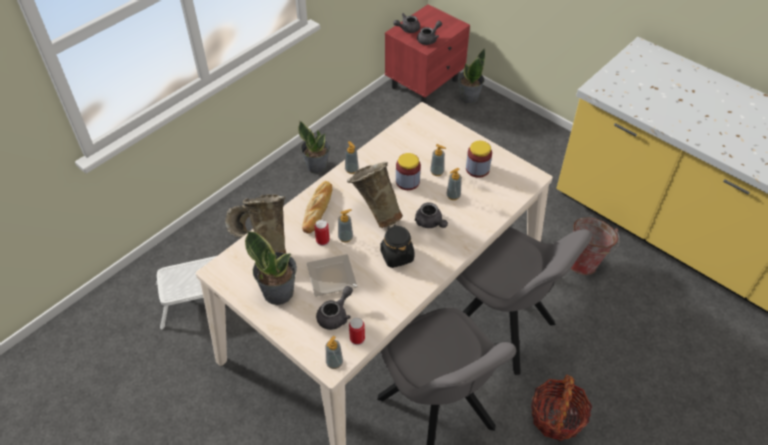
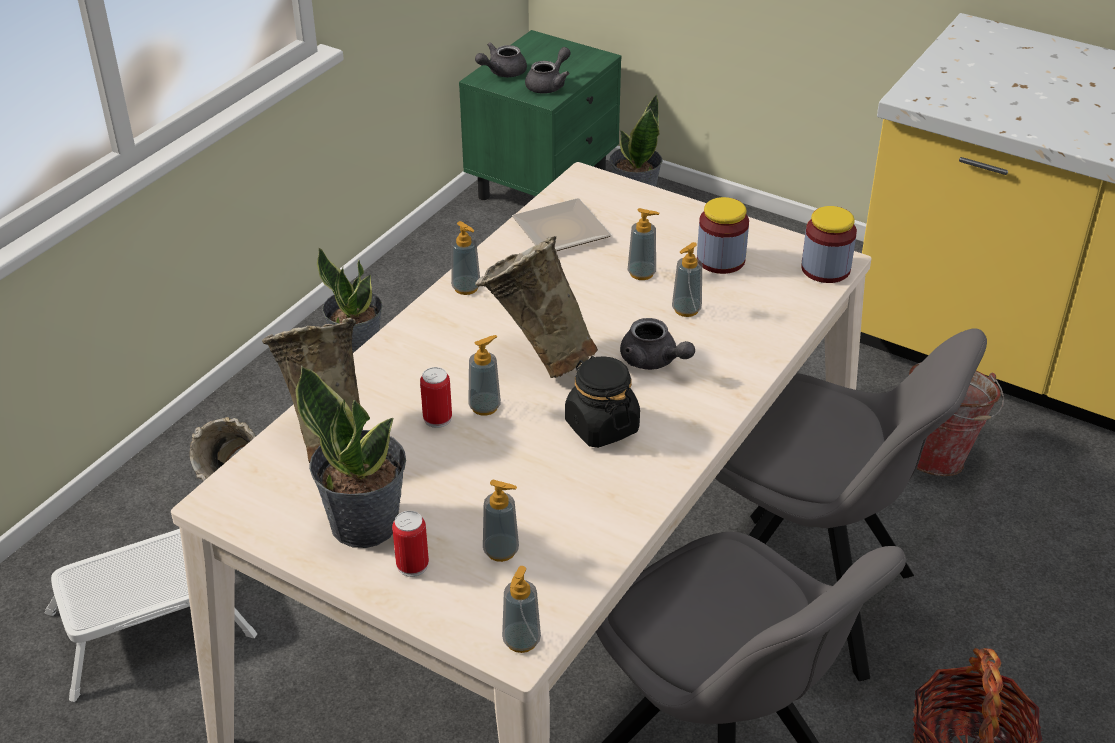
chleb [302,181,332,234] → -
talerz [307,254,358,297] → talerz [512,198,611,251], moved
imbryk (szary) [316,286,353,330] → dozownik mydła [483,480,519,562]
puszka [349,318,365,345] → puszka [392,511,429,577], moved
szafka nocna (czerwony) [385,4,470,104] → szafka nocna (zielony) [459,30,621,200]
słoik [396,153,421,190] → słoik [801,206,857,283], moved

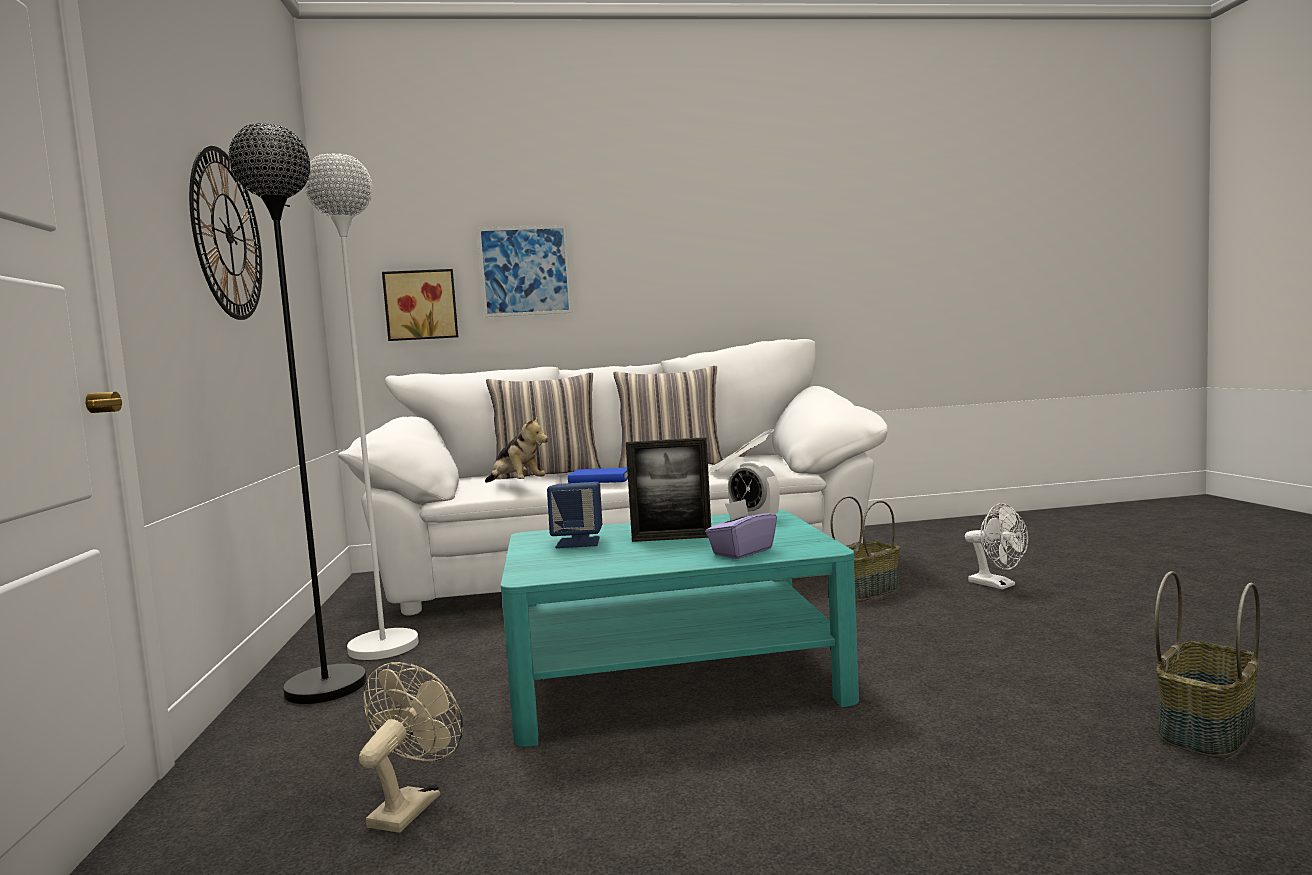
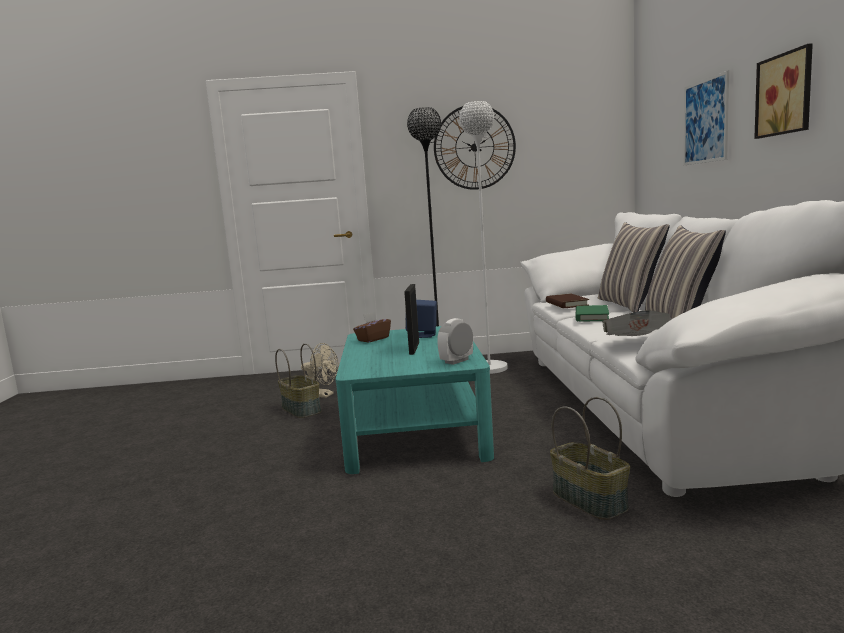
obraz [382,269,458,341] → obraz [754,43,813,139], moved
pluszak [485,416,548,483] → książka (brązowy) [546,294,589,308]
książka (niebieski) [568,468,628,483] → książka (zielony) [576,305,609,322]
pudełko chusteczek (fioletowy) [705,499,777,559] → -
wentylator (biały) [965,503,1028,590] → -
koszyk [1155,571,1260,759] → koszyk [275,343,321,418], moved
- → pudełko chusteczek (brązowy) [353,312,391,343]

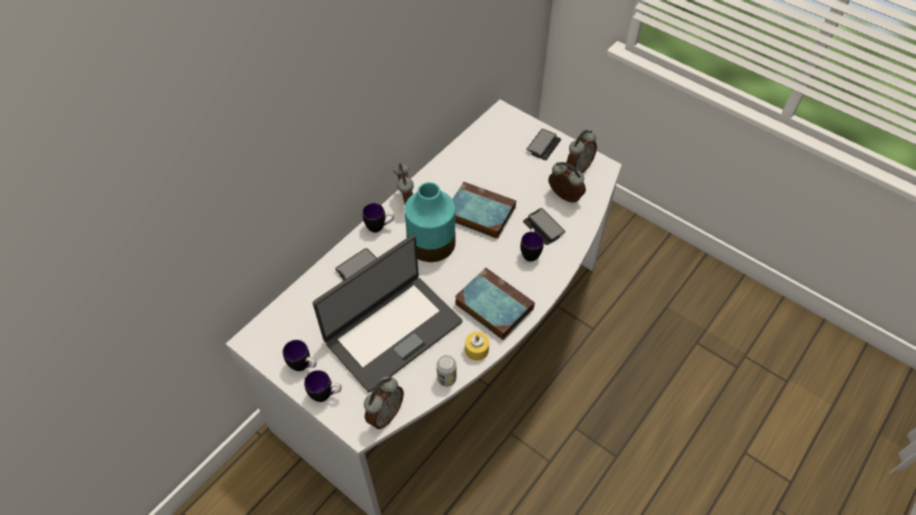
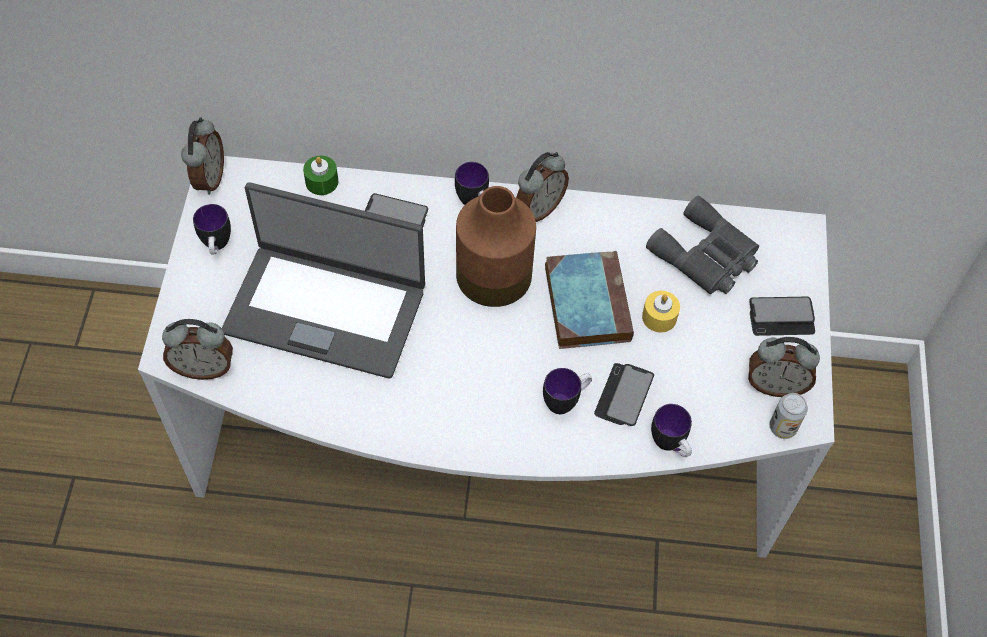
kubek [304,370,342,402] → kubek [651,404,692,457], moved
wazon (turkusowy) [405,182,455,262] → wazon (brązowy) [456,186,536,307]
puszka [437,355,456,387] → puszka [769,393,808,439], moved
książka [455,268,535,340] → -
świeca (żółty) [465,332,489,361] → świeca (żółty) [642,291,680,332], moved
budzik [549,162,586,203] → budzik [181,117,224,195], moved
- → świeca (zielony) [303,156,338,195]
- → lornetka (szary) [646,195,759,294]

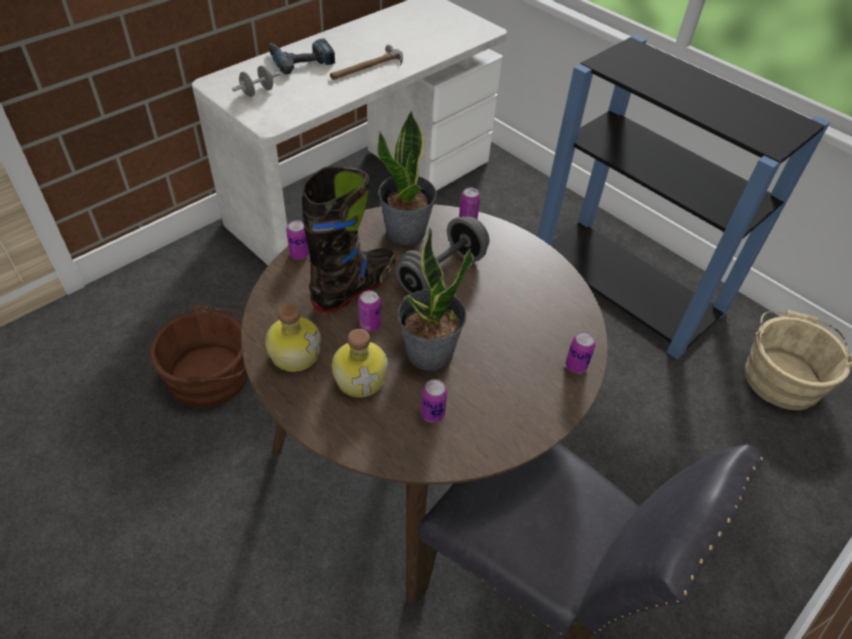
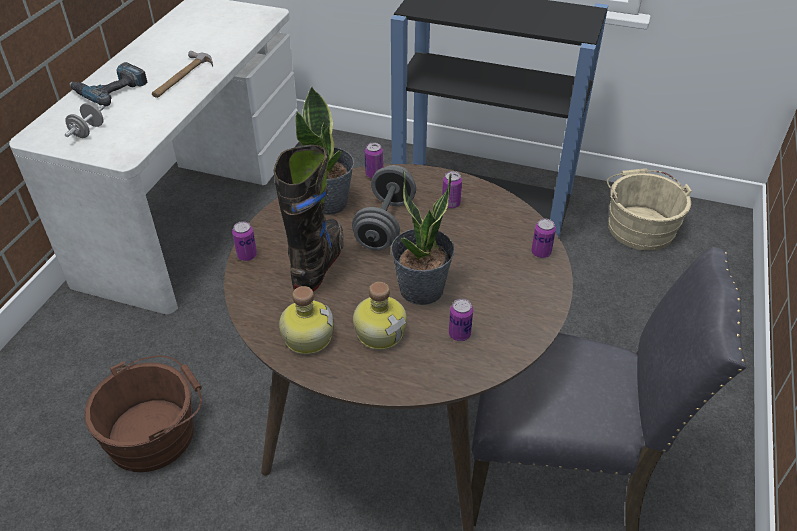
puszka [358,290,381,332] → puszka [442,171,462,209], moved

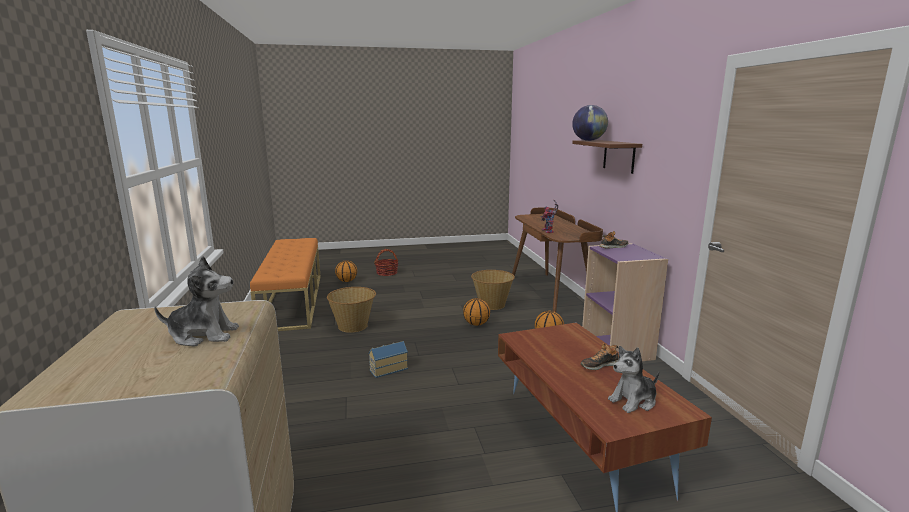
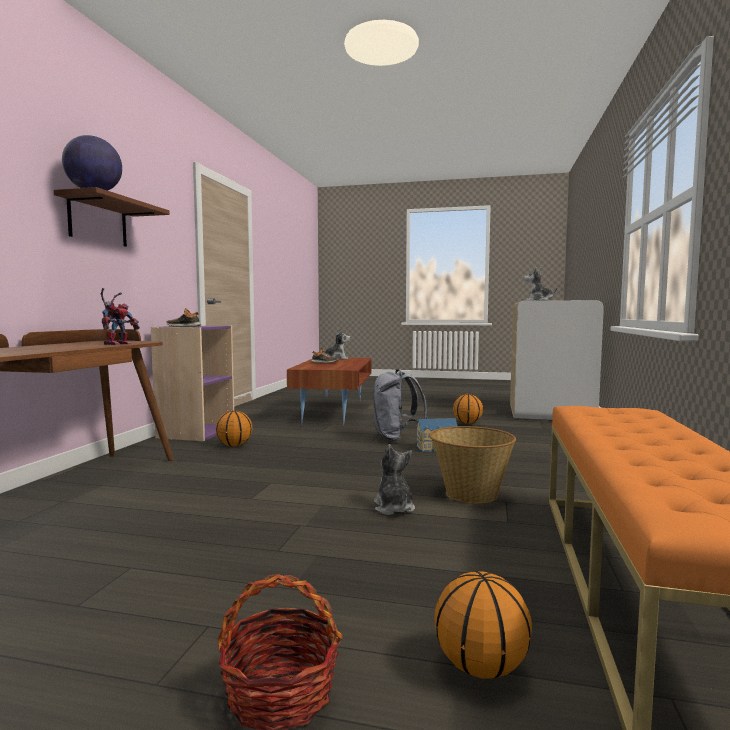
piłka do koszykówki [463,298,490,326] → piłka do koszykówki [453,394,483,424], moved
koszyk [471,270,515,310] → -
- → plecak (szary) [373,369,428,441]
- → pluszak [374,444,415,515]

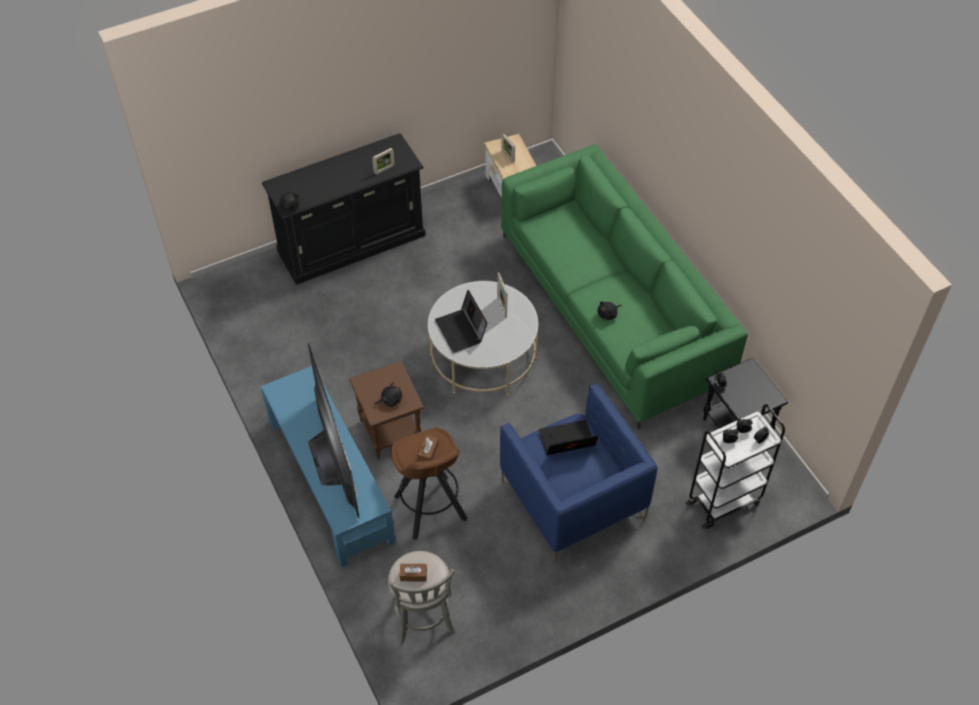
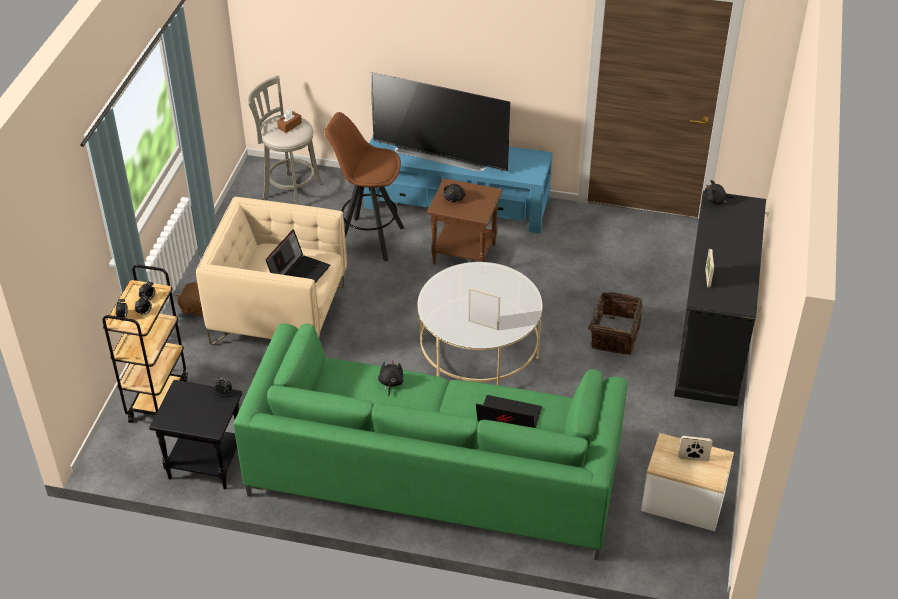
pudełko chusteczek (brązowy) [418,435,439,461] → -
laptop [435,290,487,353] → laptop [476,395,542,428], moved
fotel (niebieski) [500,383,658,562] → fotel (beżowy) [196,197,347,345]
wózek (biały) [686,404,785,529] → wózek (brązowy) [103,265,189,423]
- → pluszak (brązowy) [175,282,203,316]
- → koszyk [579,292,643,355]

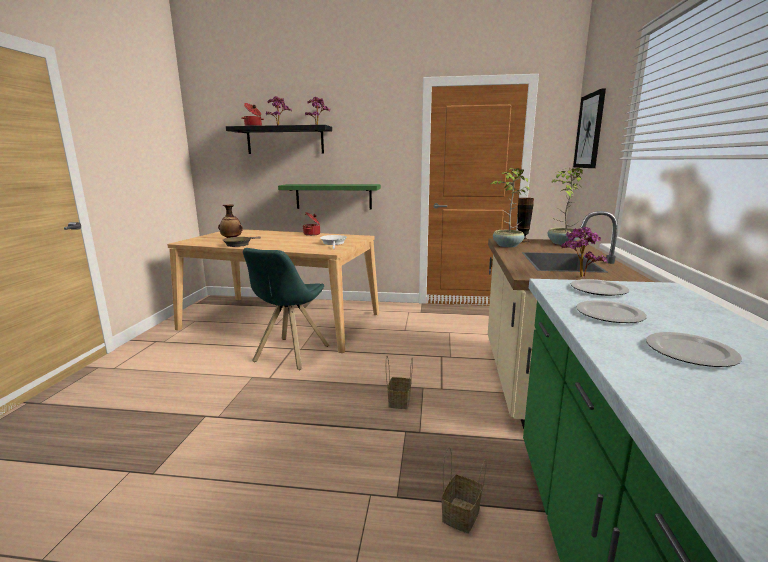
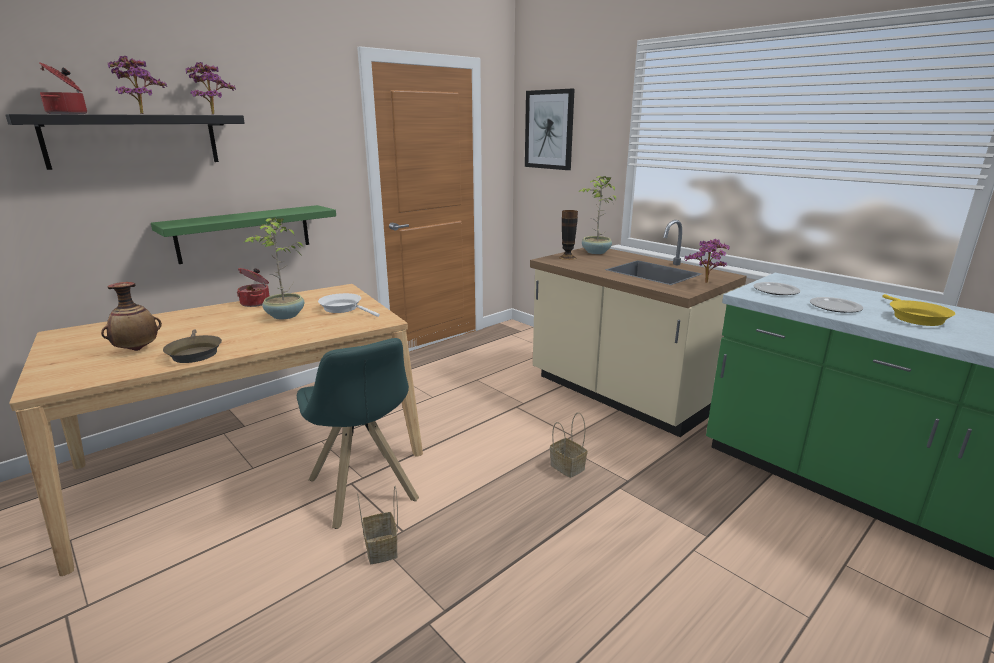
koszyk [441,447,486,533] → koszyk [357,486,398,564], moved
roślina doniczkowa [491,168,529,247] → roślina doniczkowa [244,217,304,319], moved
talerz [646,332,742,367] → patelnia (żółty) [883,294,955,326]

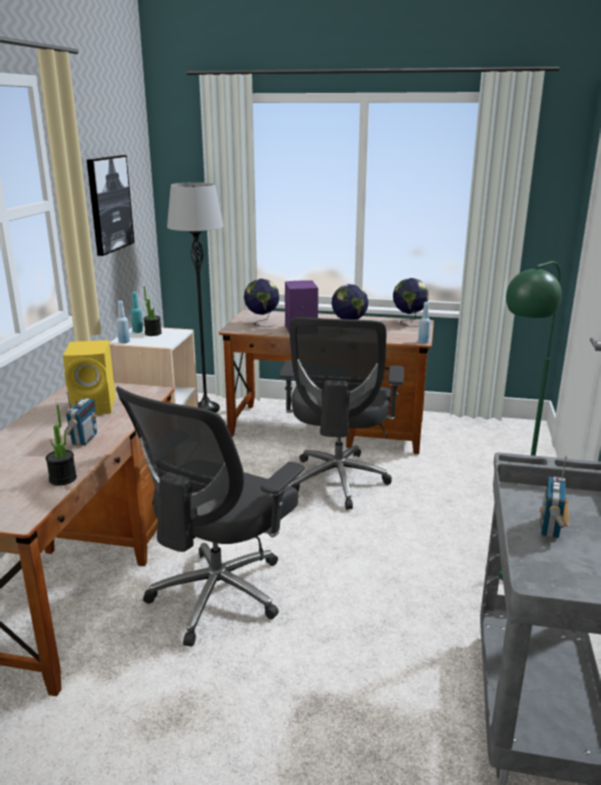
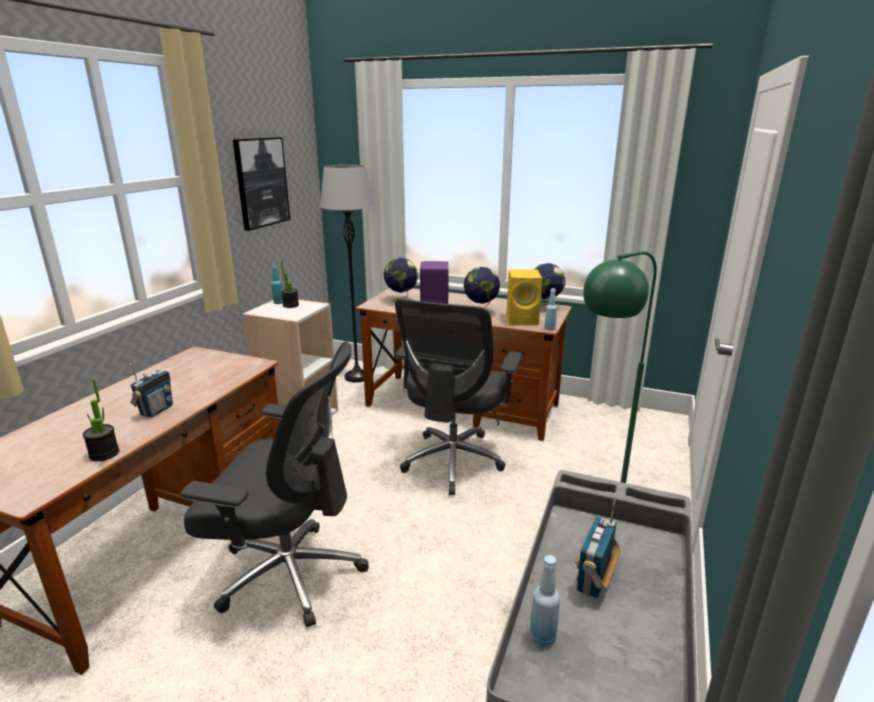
głośnik (żółty) [63,340,115,415] → głośnik (żółty) [507,269,542,325], moved
krzesło biurowe [116,386,305,646] → krzesło biurowe [180,341,369,627], 120 degrees counterclockwise
butelka (niebieski) [117,301,130,343] → butelka (niebieski) [529,555,560,647], moved

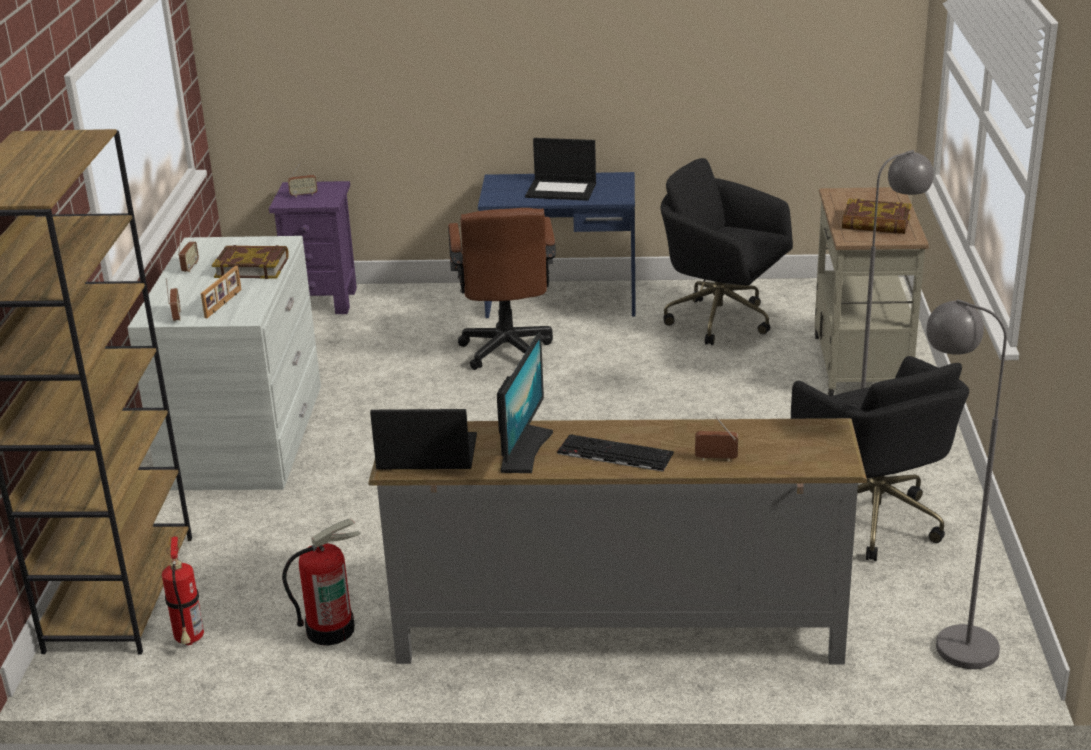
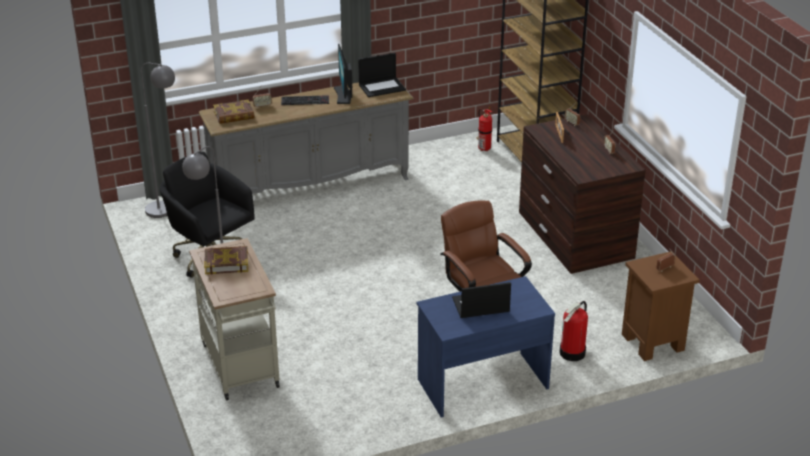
komoda (biały) [127,236,321,490] → komoda (brązowy) [519,114,646,274]
książka [212,245,289,279] → książka [213,100,255,124], moved
szafka nocna (fioletowy) [269,181,357,314] → szafka nocna (brązowy) [622,251,700,361]
gaśnica [282,519,360,645] → gaśnica [559,301,588,361], moved
krzesło biurowe (czarny) [661,158,793,345] → -

